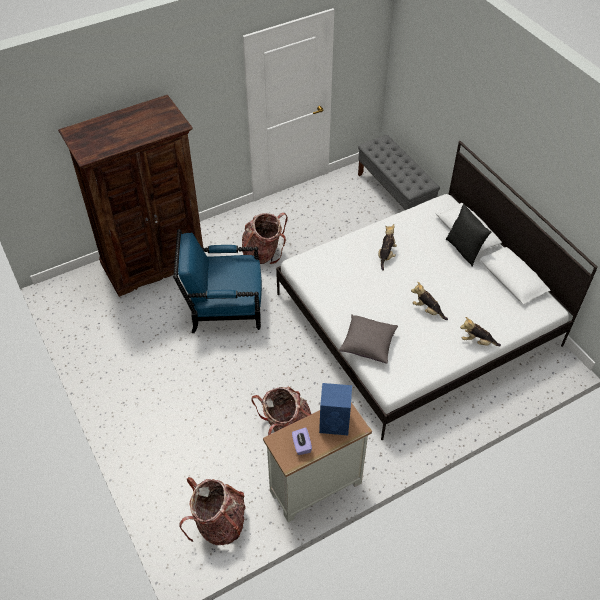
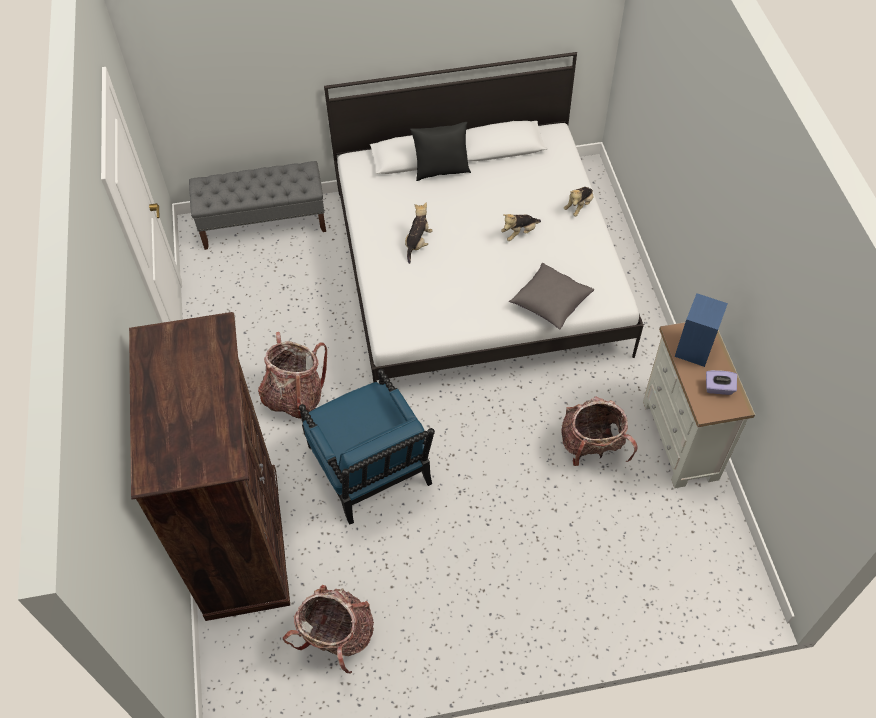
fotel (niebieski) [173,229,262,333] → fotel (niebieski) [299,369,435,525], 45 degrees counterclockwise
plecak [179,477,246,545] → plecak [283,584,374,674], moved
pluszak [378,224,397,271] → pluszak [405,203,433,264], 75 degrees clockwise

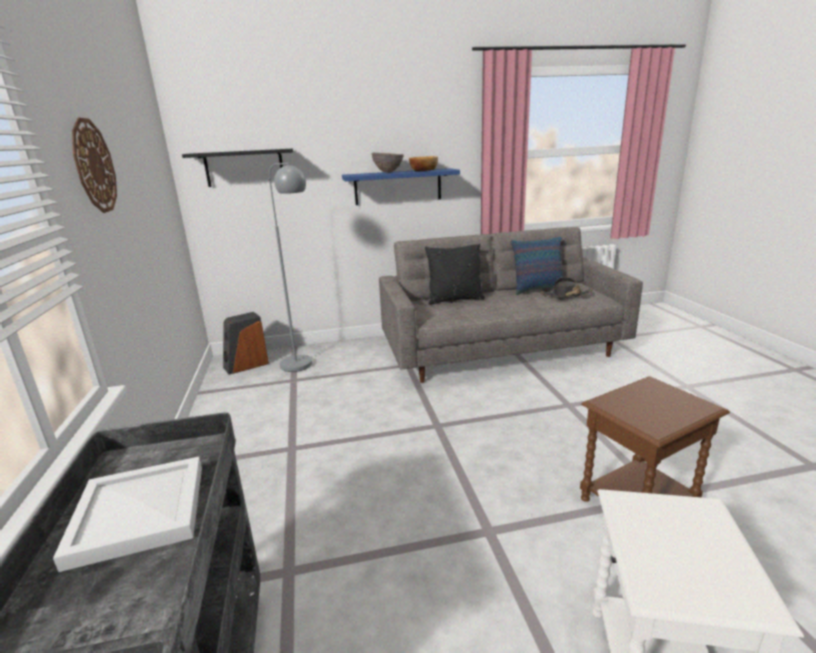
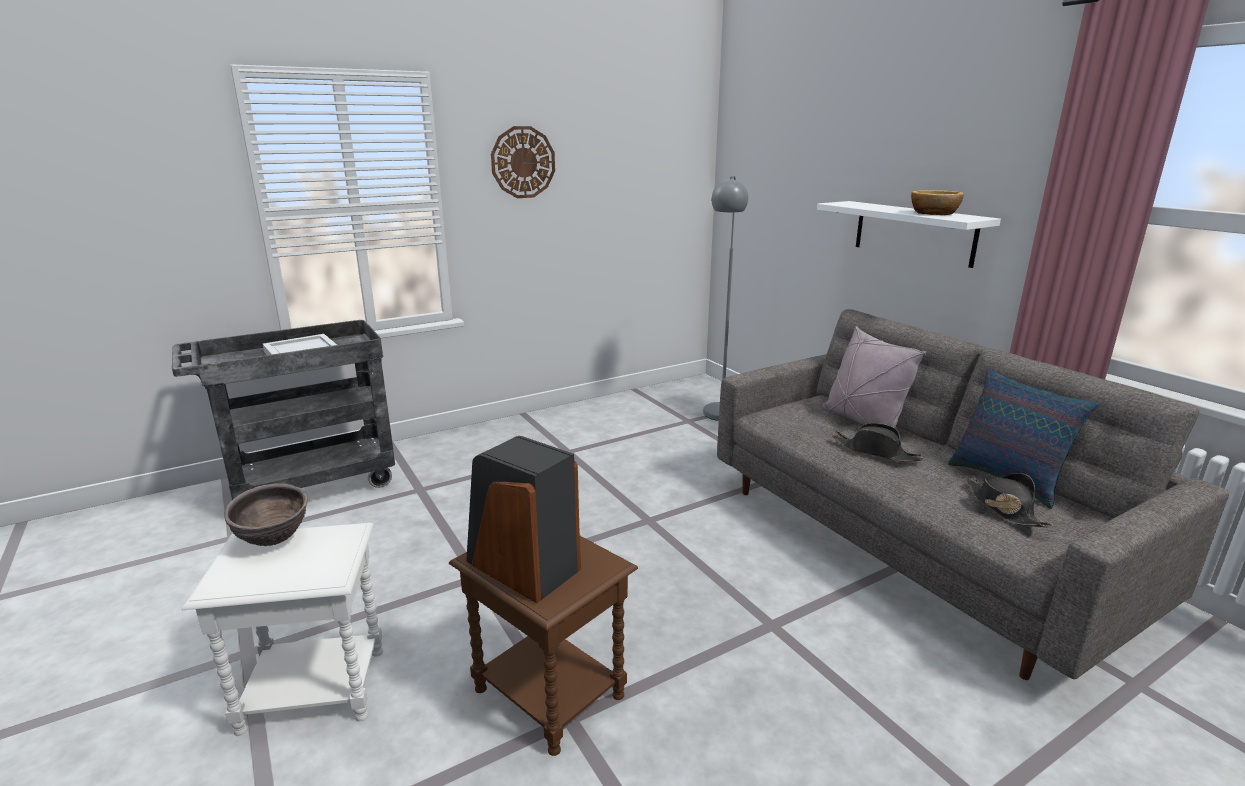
półka (czarny) [182,149,293,187] → -
głośnik [223,312,269,375] → głośnik [466,436,581,603], moved
półka (niebieski) [342,168,460,205] → półka (biały) [817,201,1001,268]
miska (brązowy) [371,153,404,173] → miska (brązowy) [225,483,308,546], moved
poduszka (czarny) [425,244,485,305] → poduszka (fioletowy) [823,326,927,428]
- → kapelusz (czarny) [832,423,923,462]

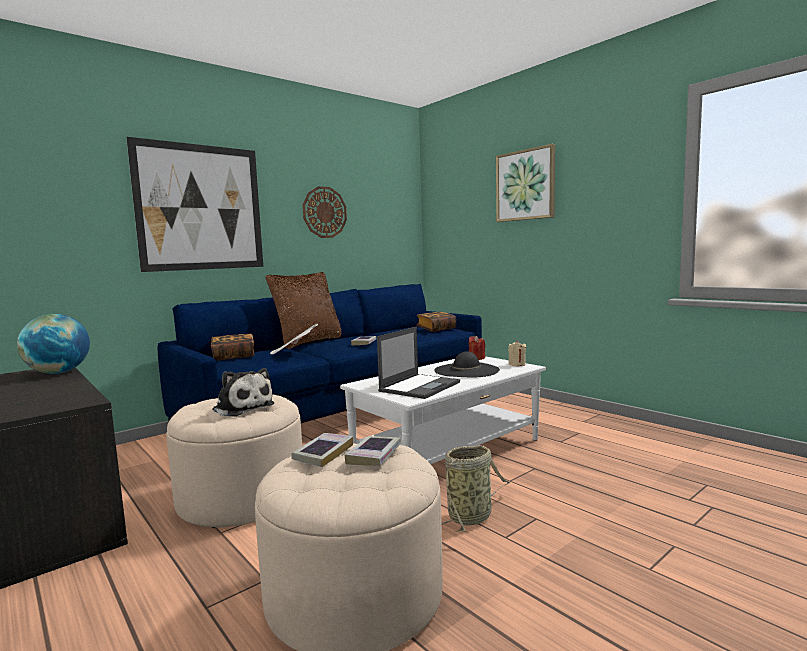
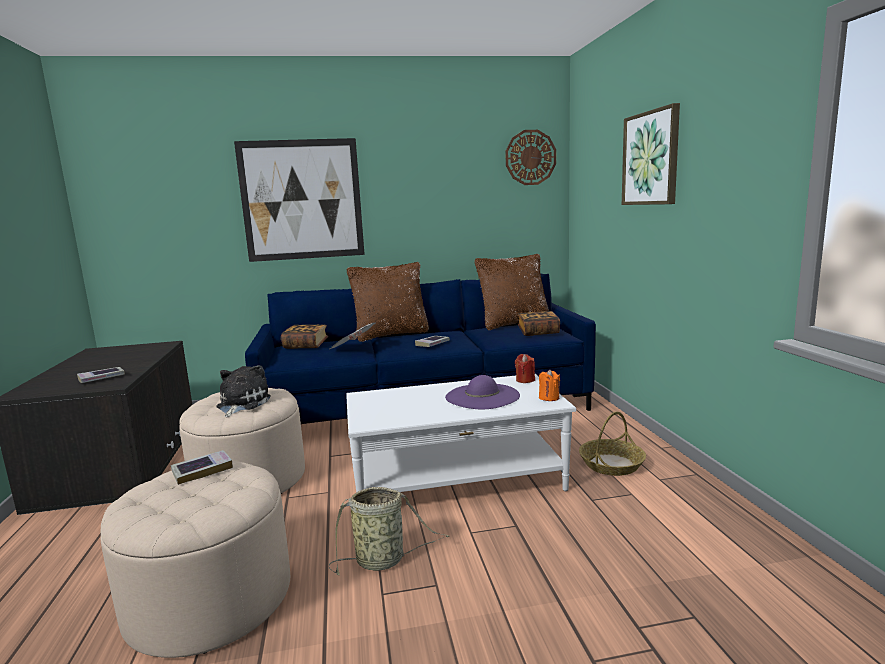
globus [17,314,90,374] → -
pluszak [212,368,275,417] → pluszak [216,365,271,417], 150 degrees counterclockwise
zegar ścienny [303,186,347,238] → zegar ścienny [505,130,556,185], moved
książka [344,436,401,466] → książka [77,367,125,383], moved
laptop [377,327,460,399] → -
kapelusz (czarny) [434,351,500,377] → kapelusz (fioletowy) [445,375,520,409]
świeca (beżowy) [508,340,526,366] → świeca (pomarańczowy) [539,370,560,401]
- → poduszka (brązowy) [474,254,549,330]
- → koszyk [579,412,646,476]

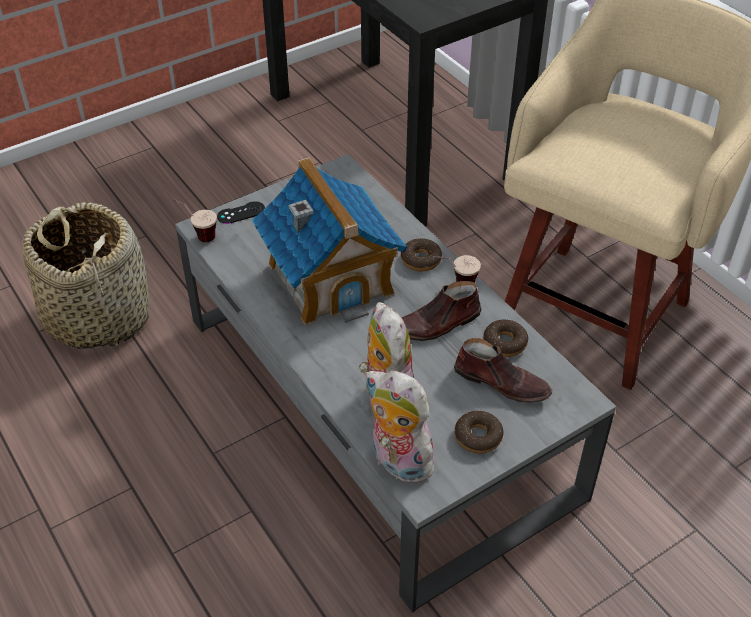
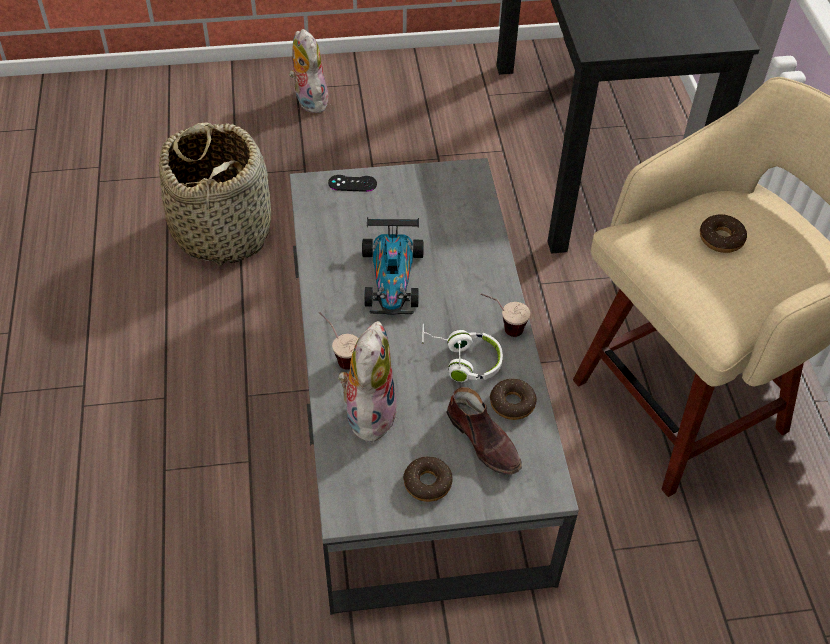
filiżanka [169,197,217,242] → filiżanka [319,312,359,370], moved
domek [252,157,407,325] → samochodzik [362,217,424,315]
pluszak [365,371,441,483] → pluszak [289,29,328,113], moved
donut [401,238,442,271] → donut [700,214,747,253], moved
but (brązowy) [401,281,481,341] → słuchawki (biały) [422,324,503,382]

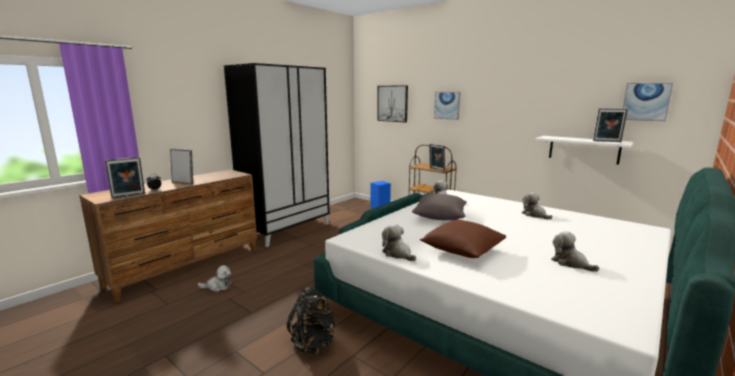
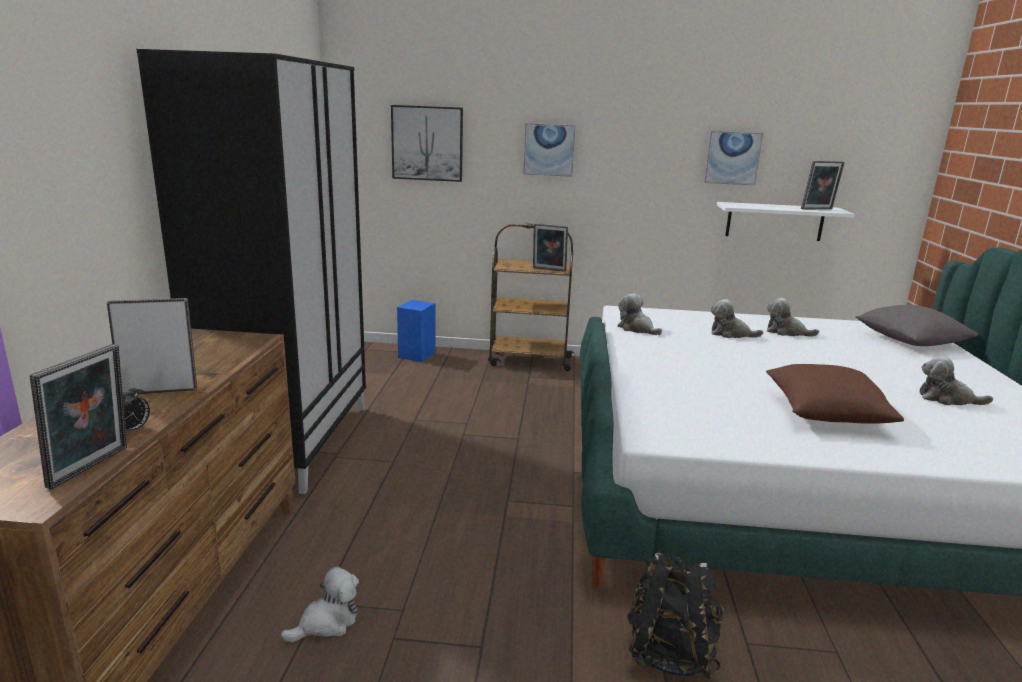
pluszak [382,224,416,261] → pluszak [711,299,763,338], moved
poduszka (szary) [412,194,467,220] → poduszka (szary) [855,305,978,346], moved
obraz [623,83,673,121] → obraz [704,131,763,185], moved

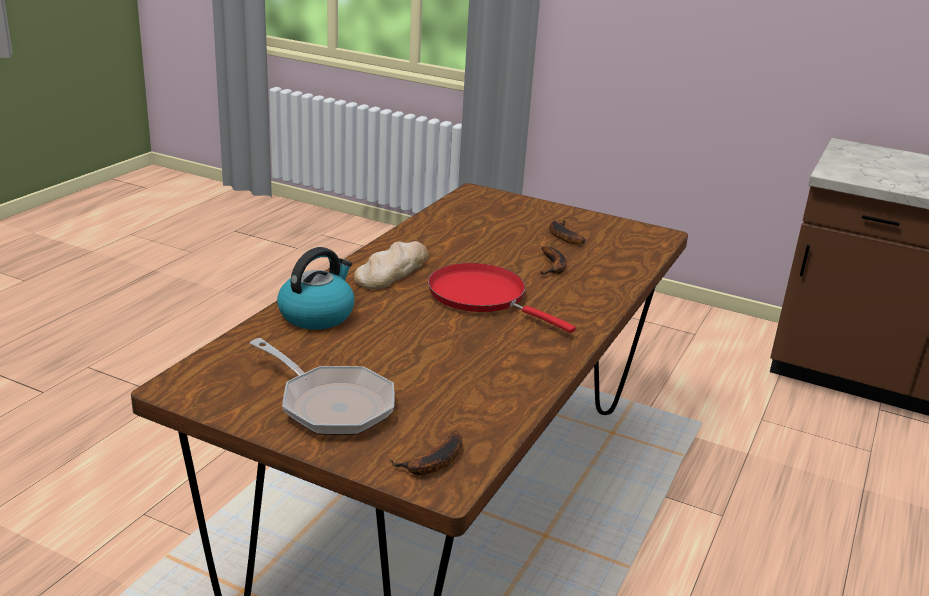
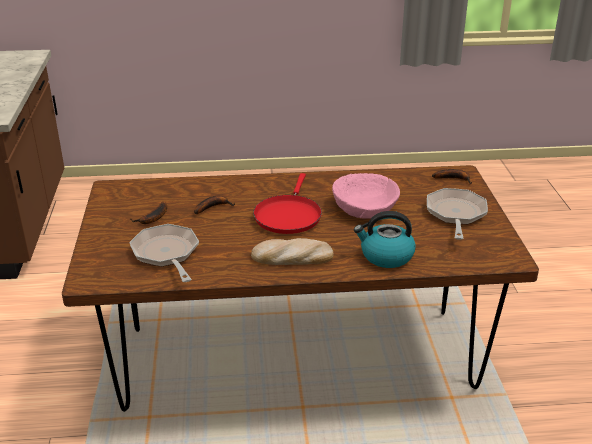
- → patelnia [129,224,199,282]
- → miska (różowy) [332,173,400,219]

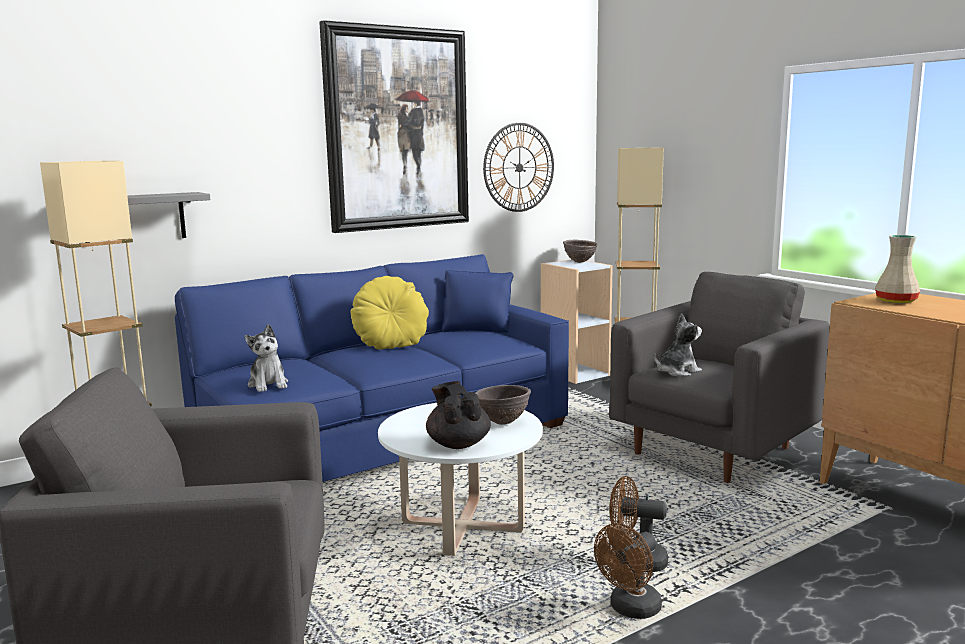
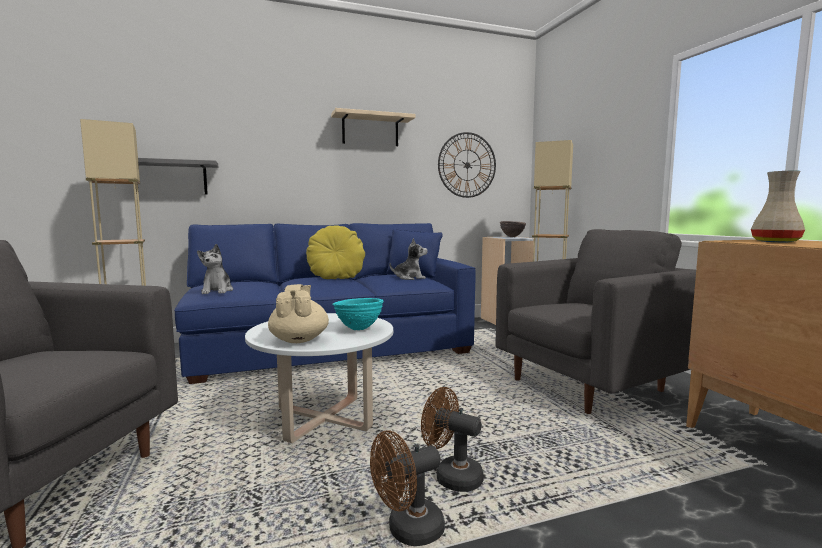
obraz [319,20,469,233] → półka (beżowy) [331,108,416,146]
imbryk (czarny) [426,381,491,449] → imbryk (beżowy) [268,284,329,343]
miska (brązowy) [476,385,531,425] → miska (turkusowy) [332,298,384,330]
pluszak [654,314,702,377] → pluszak [389,238,428,280], moved

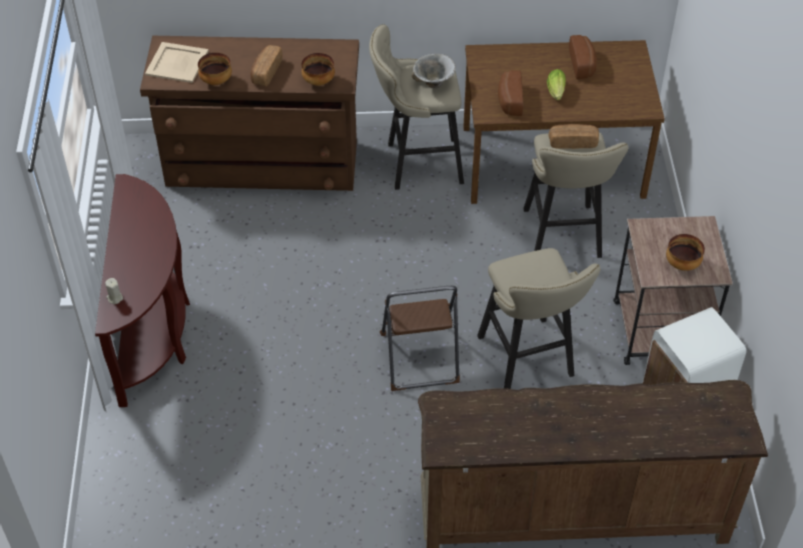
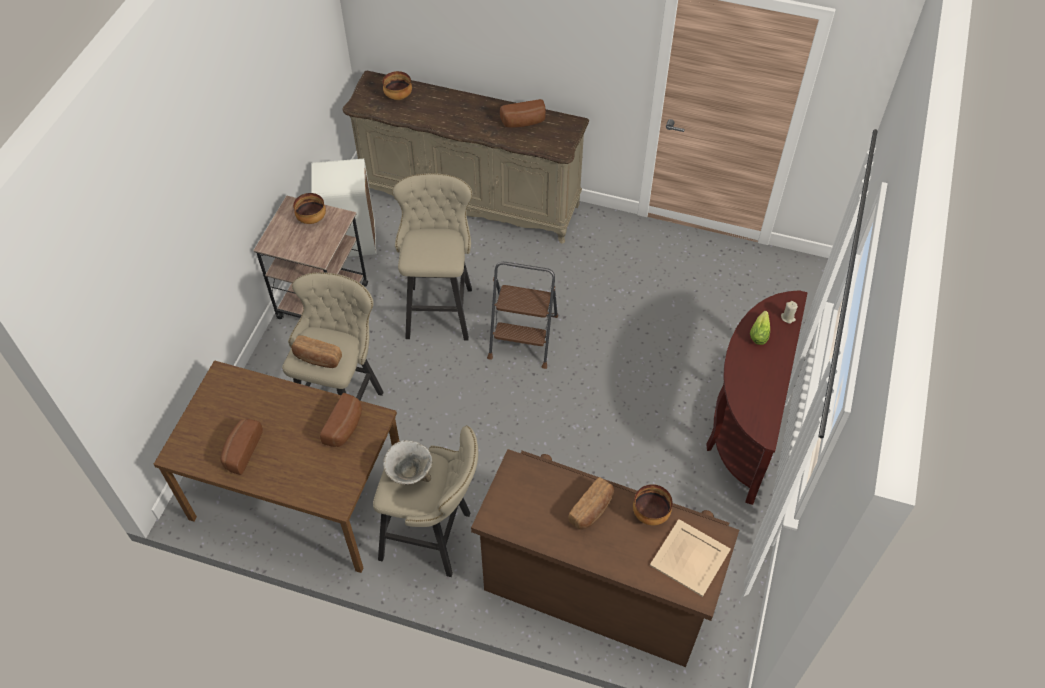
miska [301,53,335,86] → miska [382,71,412,100], moved
sałata [547,69,566,100] → sałata [750,311,770,345], moved
- → chleb [500,99,546,128]

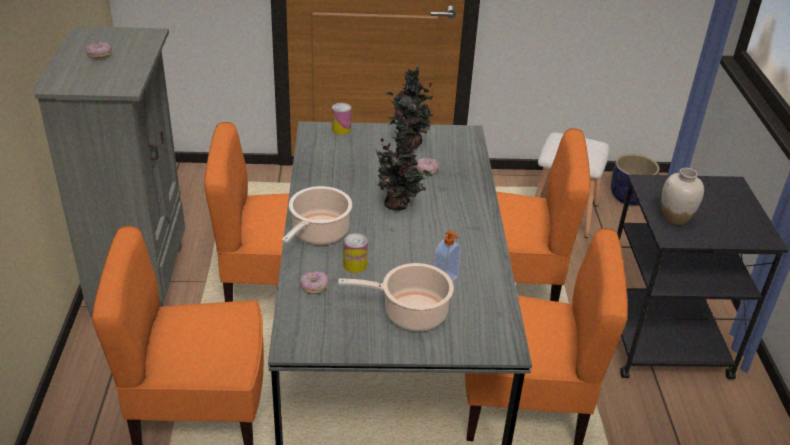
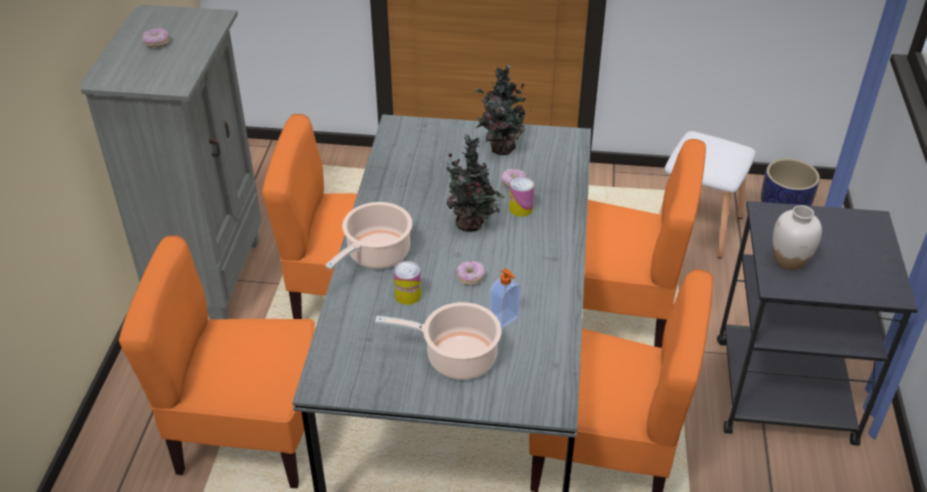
donut [301,271,328,294] → donut [456,261,485,285], moved
puszka [332,103,351,135] → puszka [509,176,534,217], moved

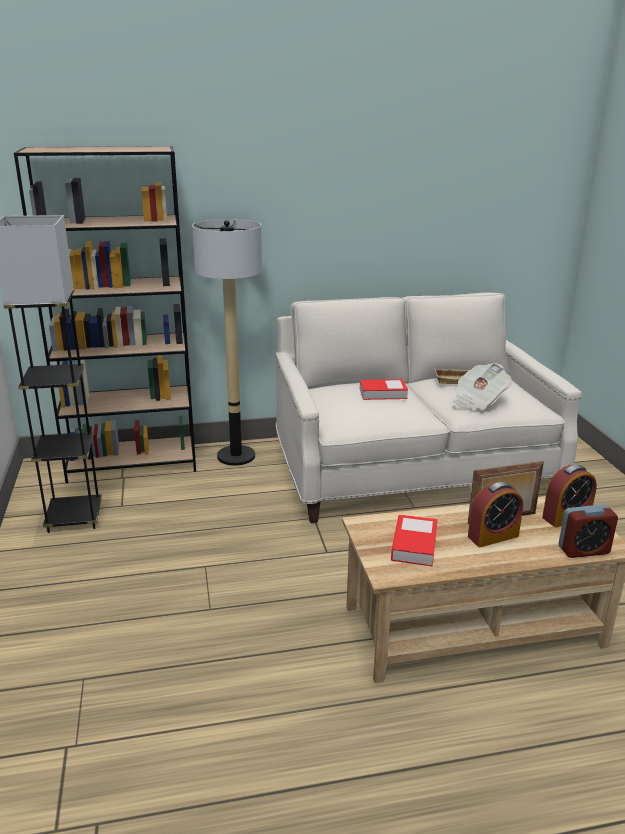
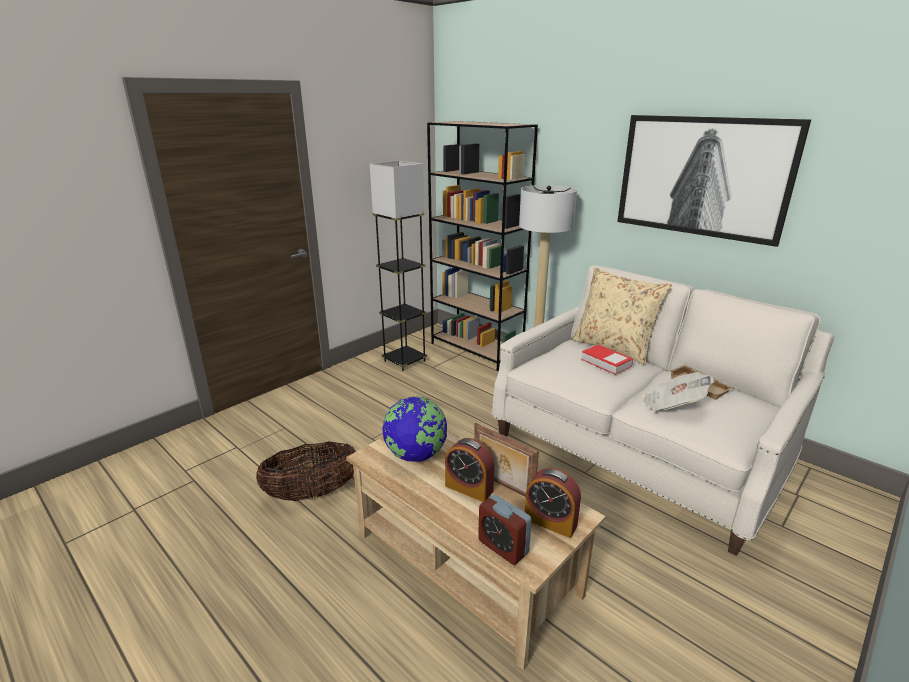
książka [391,515,438,567] → globus [382,396,447,462]
- → koszyk [256,441,356,501]
- → poduszka (beżowy) [572,267,672,365]
- → obraz [617,115,811,247]

